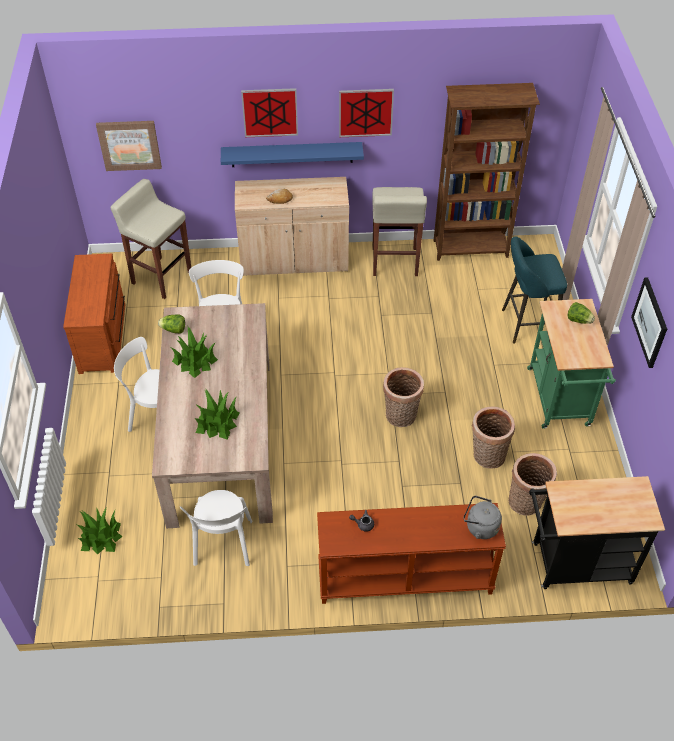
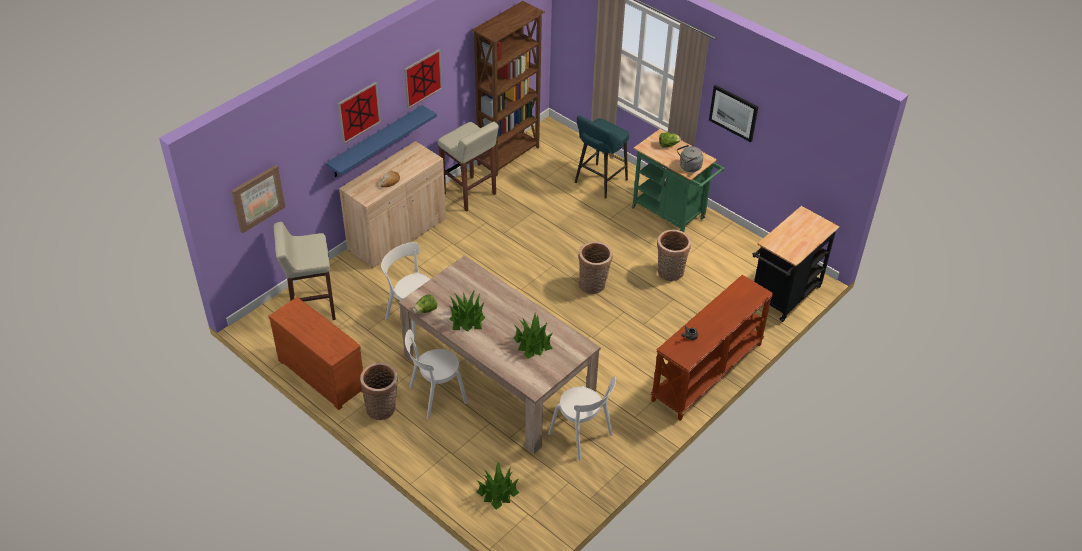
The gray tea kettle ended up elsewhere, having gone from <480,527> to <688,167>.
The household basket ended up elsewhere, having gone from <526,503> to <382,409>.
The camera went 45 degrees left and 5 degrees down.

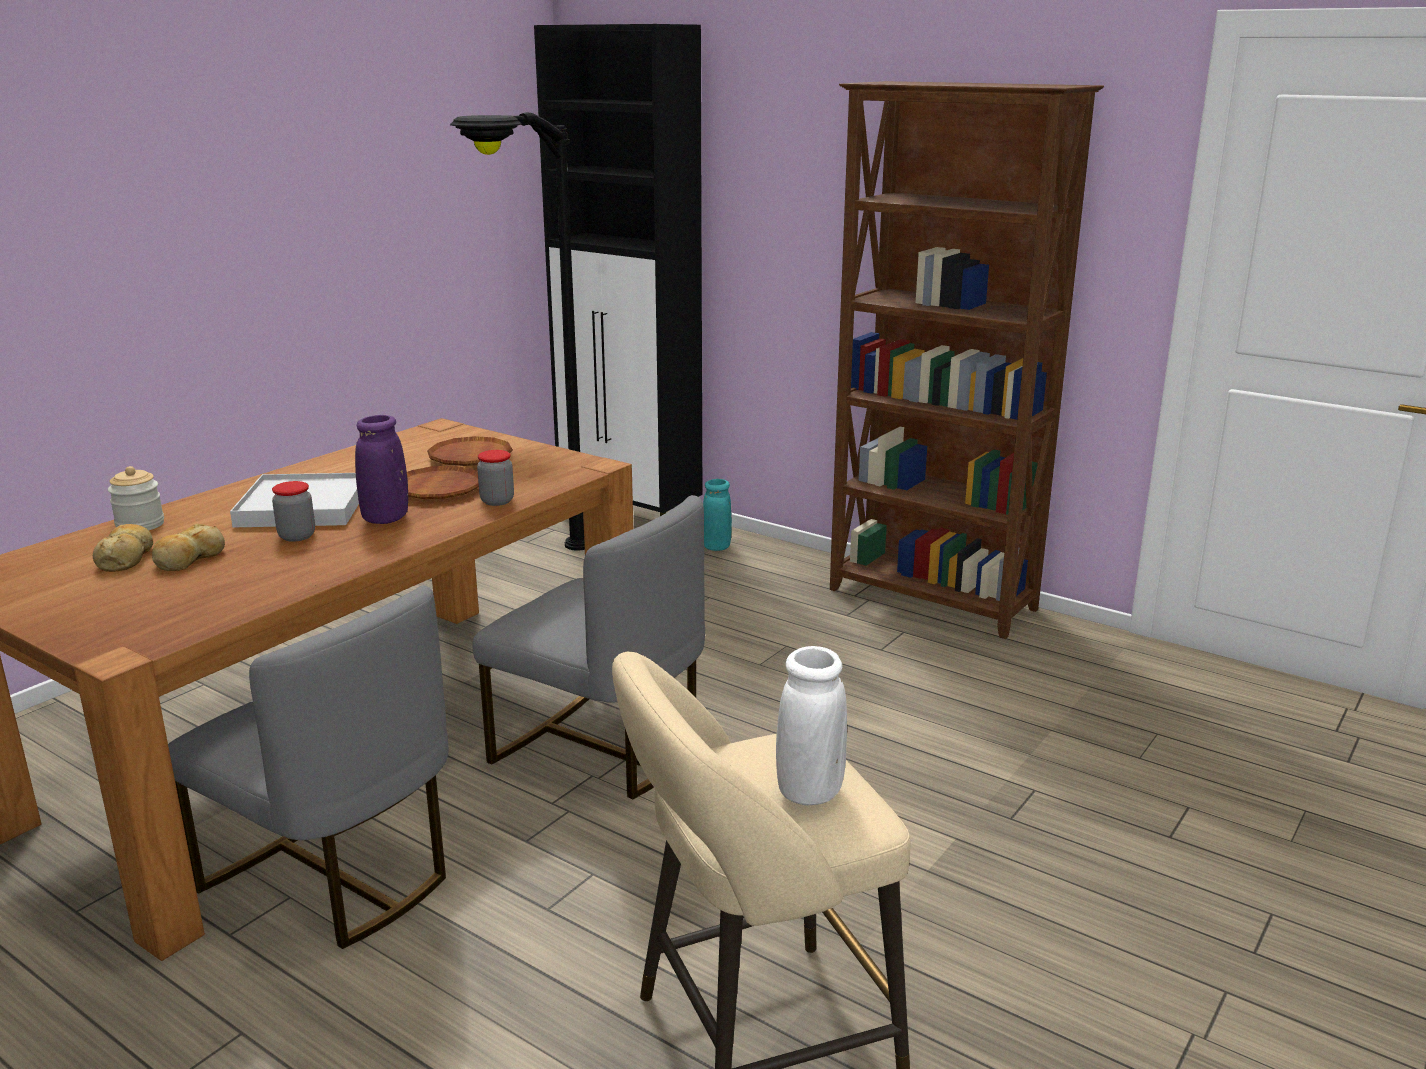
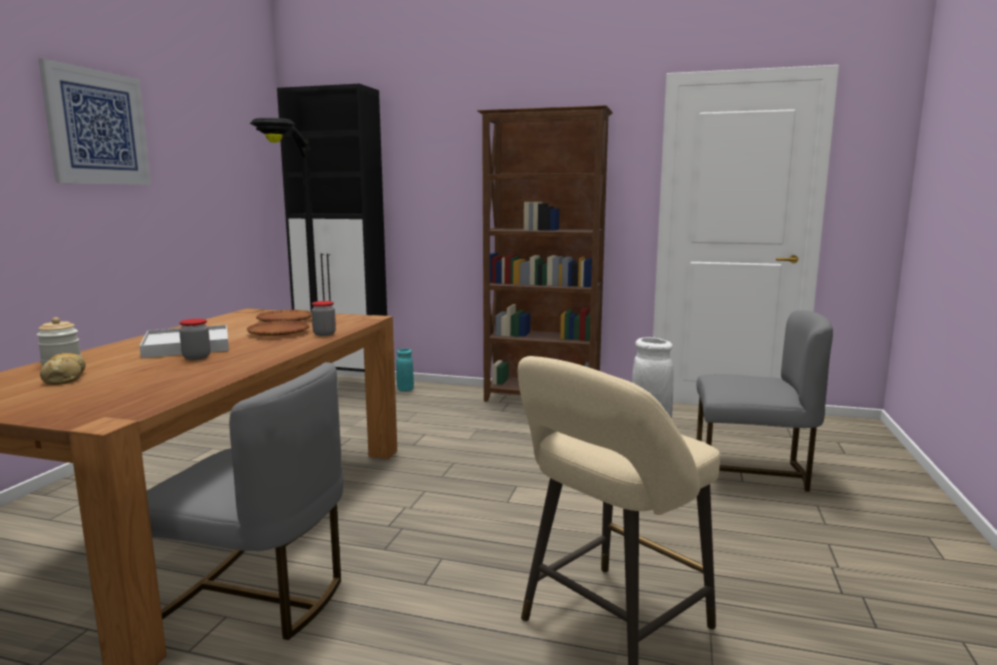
The second view lost the bread at <188,559>.
The second view lost the purple flower vase at <385,519>.
The gray upright chair ended up elsewhere, having gone from <601,750> to <750,473>.
The second view gained the wall picture at <98,127>.
The camera went 20 degrees left and 10 degrees down.

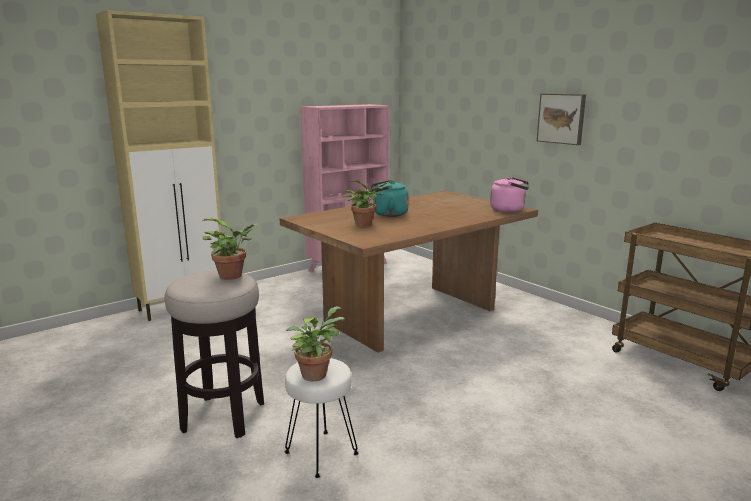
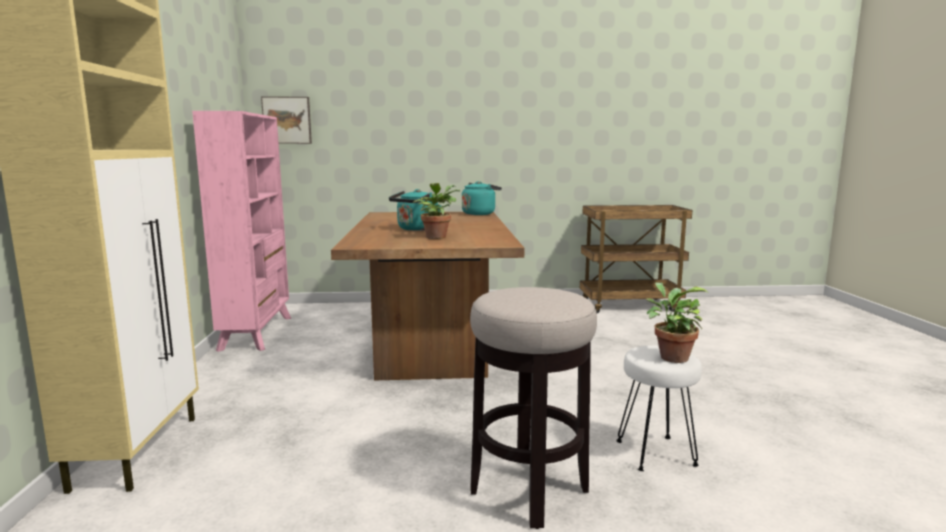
The second view lost the plant in a pot at <233,276>.
What was the pinkish tea kettle at <509,210> turned into the turquoise-coloured tea kettle at <480,214>.
The wall picture ended up elsewhere, having gone from <562,118> to <287,120>.
The camera went 55 degrees left and 5 degrees down.

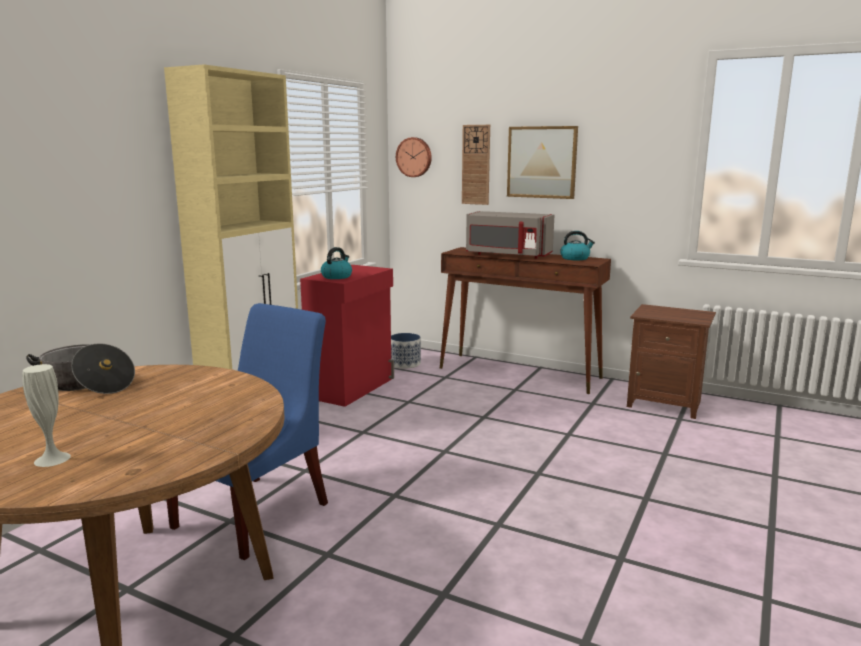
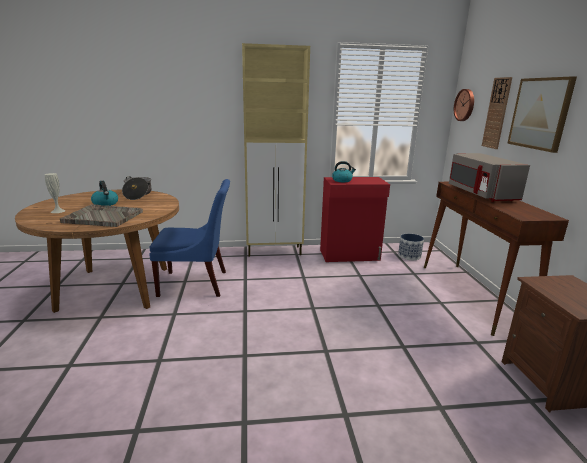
The tea kettle ended up elsewhere, having gone from <575,258> to <106,204>.
The second view gained the gray serving tray at <102,217>.
The camera went 55 degrees right and 5 degrees up.

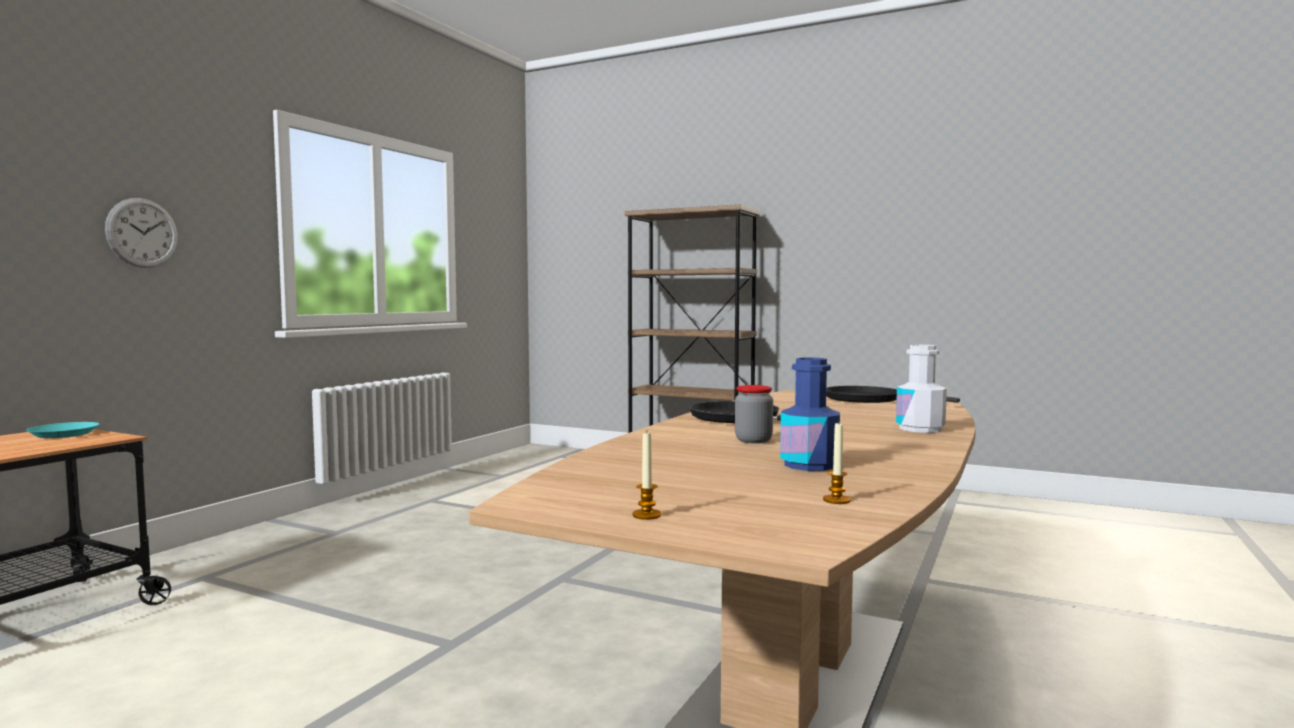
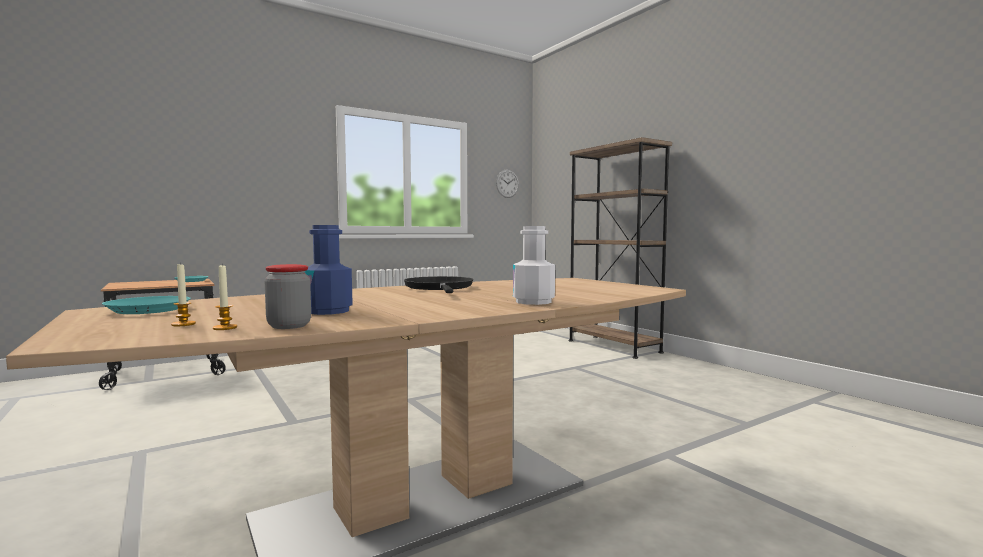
The hanging clock ended up elsewhere, having gone from <142,233> to <507,183>.
The wax light ended up elsewhere, having gone from <646,515> to <183,324>.
The storage jar ended up elsewhere, having gone from <753,440> to <289,326>.
The second view lost the black skillet at <868,400>.
The second view gained the turquoise-coloured dinner plate at <149,310>.
The camera went 30 degrees right and 0 degrees up.

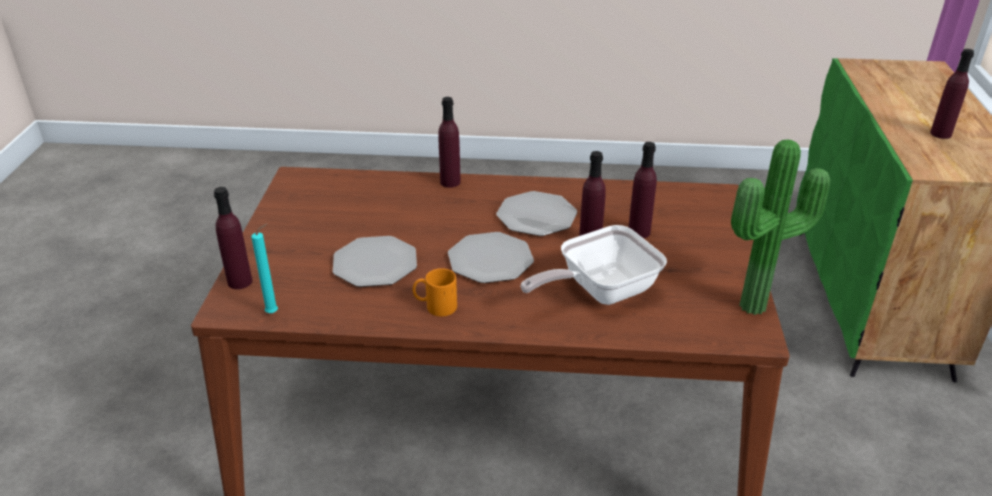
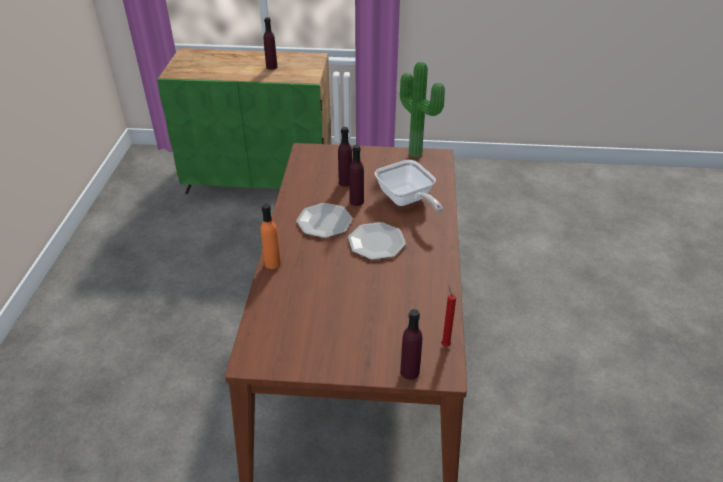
What was the turquoise-coloured wax light at <274,313> turned into the reddish wax light at <445,344>.
The second view lost the dinner plate at <375,263>.
The second view lost the orange coffee mug at <435,306>.
What was the purple drink bottle at <450,182> turned into the orange drink bottle at <272,263>.
The camera went 90 degrees left and 5 degrees up.

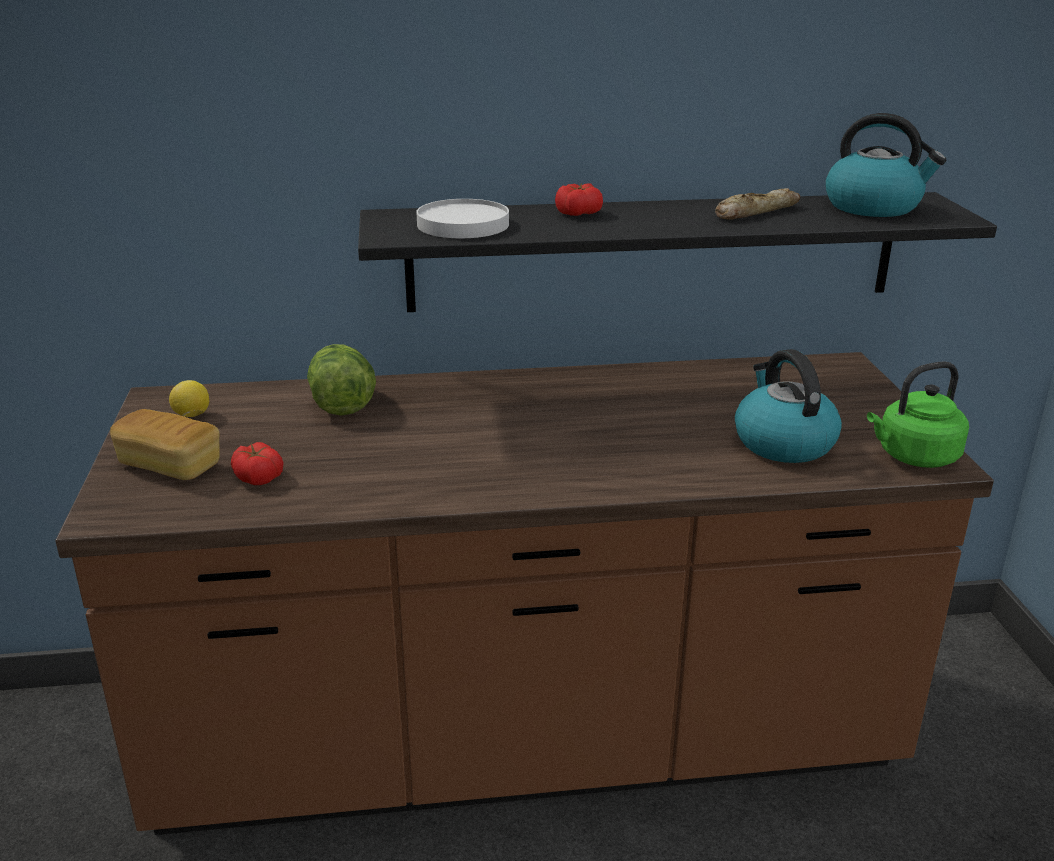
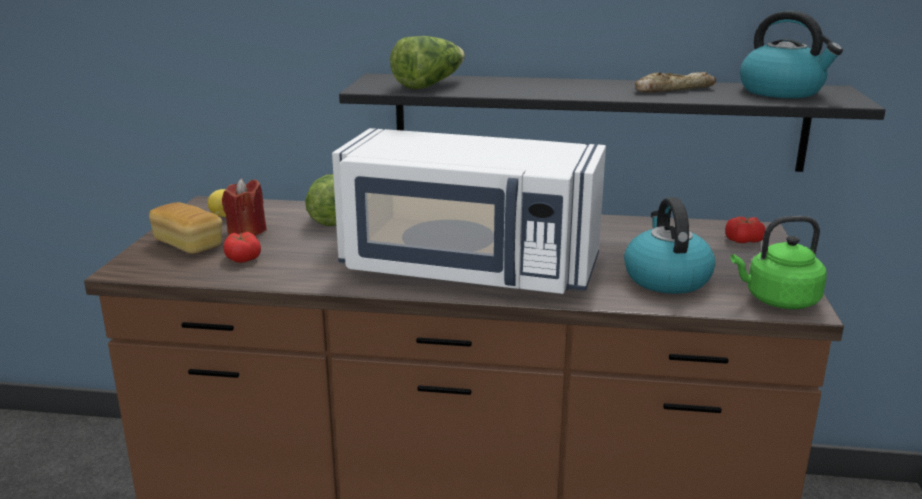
Where the white-coloured dinner plate stood at <462,225>, the head of lettuce came to stand at <429,84>.
The whole tomato ended up elsewhere, having gone from <578,213> to <743,240>.
The second view gained the reddish wax light at <246,231>.
The second view gained the white-coloured microwave at <468,270>.
The camera went 15 degrees right and 5 degrees down.

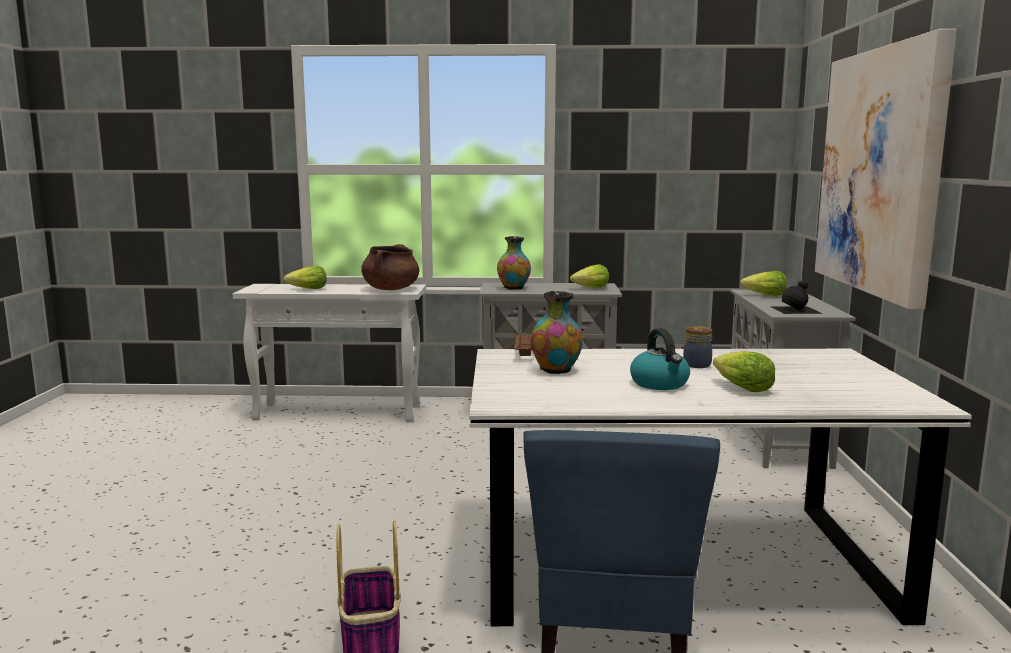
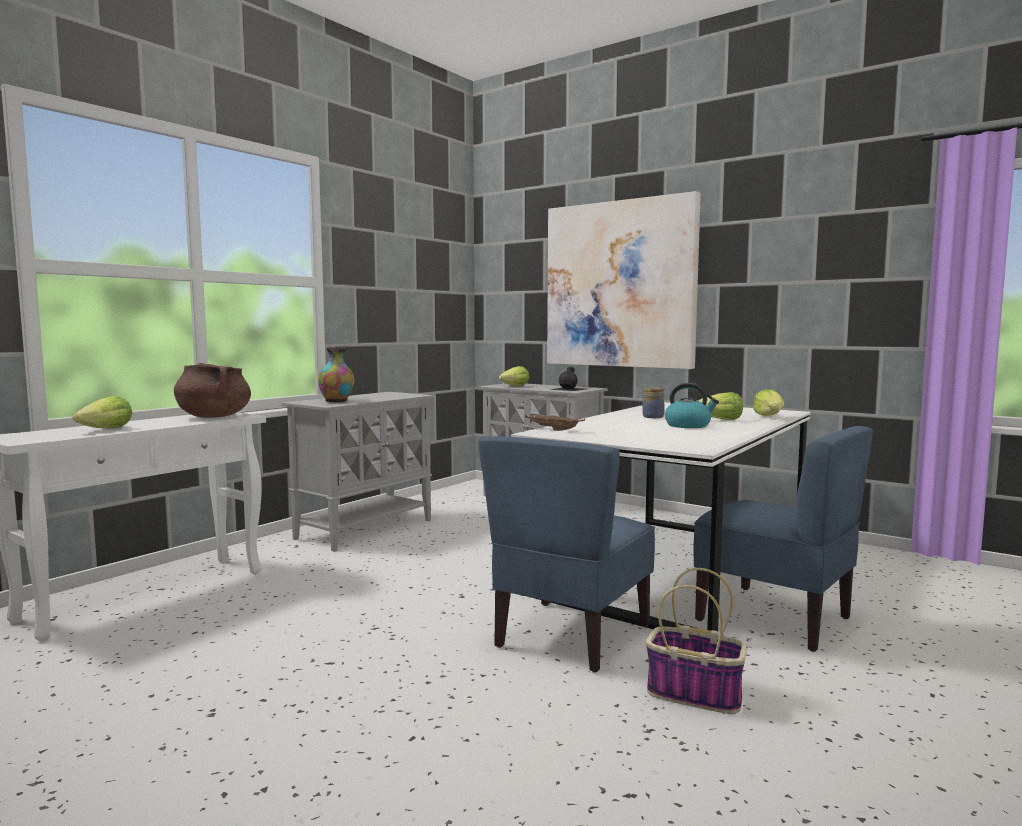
The second view lost the flower vase at <556,371>.
The head of lettuce ended up elsewhere, having gone from <591,288> to <769,416>.
The second view gained the bluish upright chair at <570,636>.
The camera went 55 degrees left and 5 degrees down.

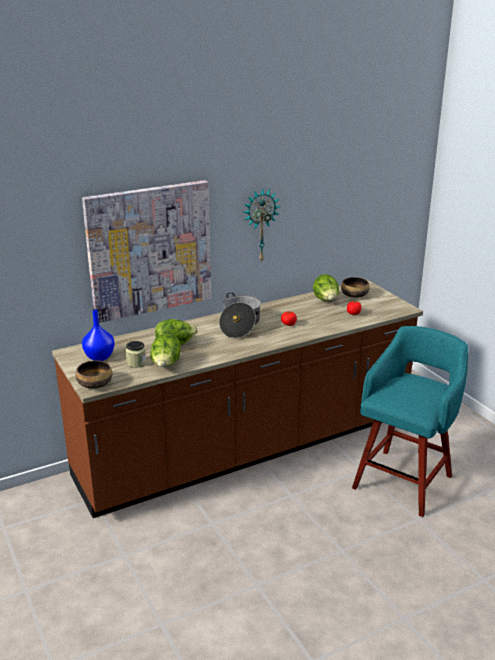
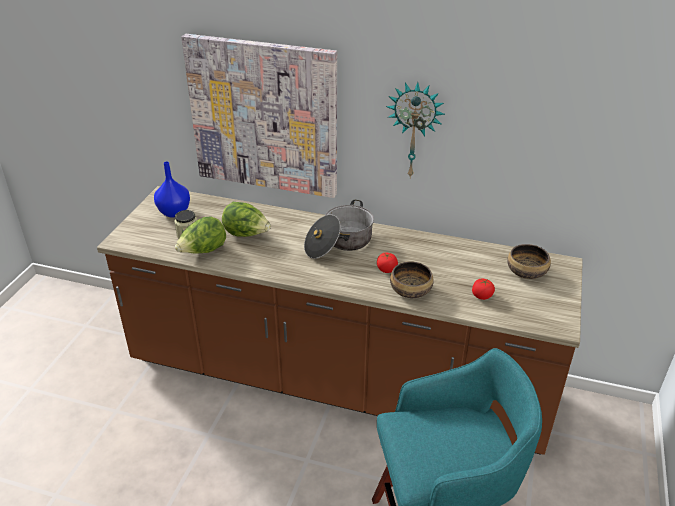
The serving bowl ended up elsewhere, having gone from <95,383> to <411,290>.
The second view lost the head of lettuce at <326,301>.
The camera went 45 degrees right and 10 degrees up.

